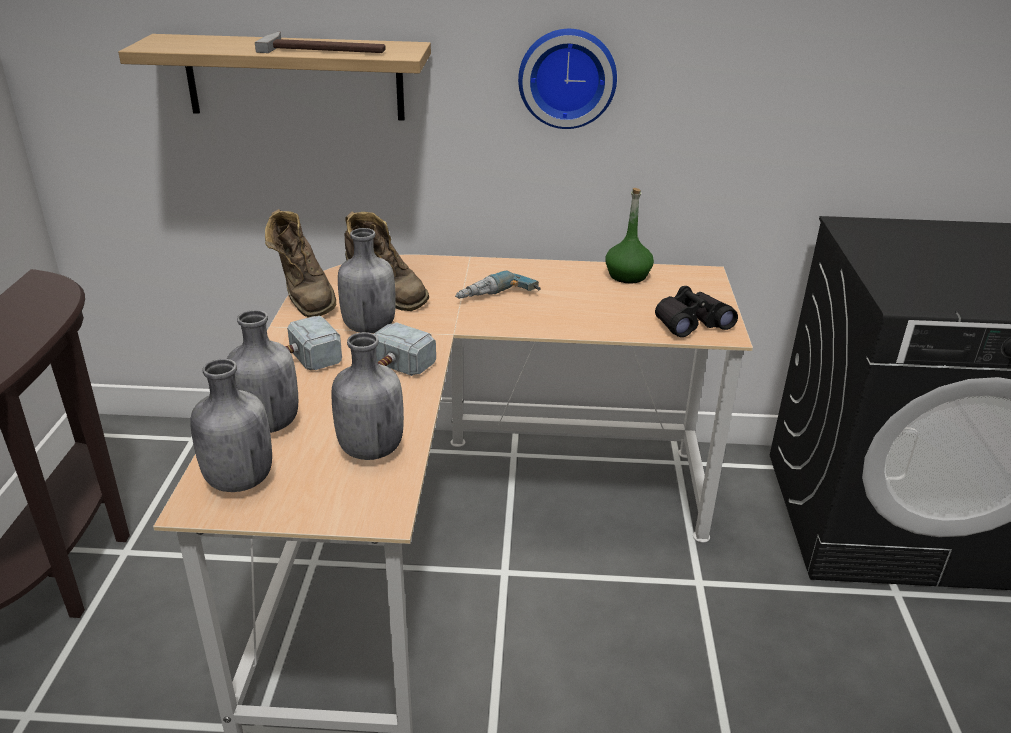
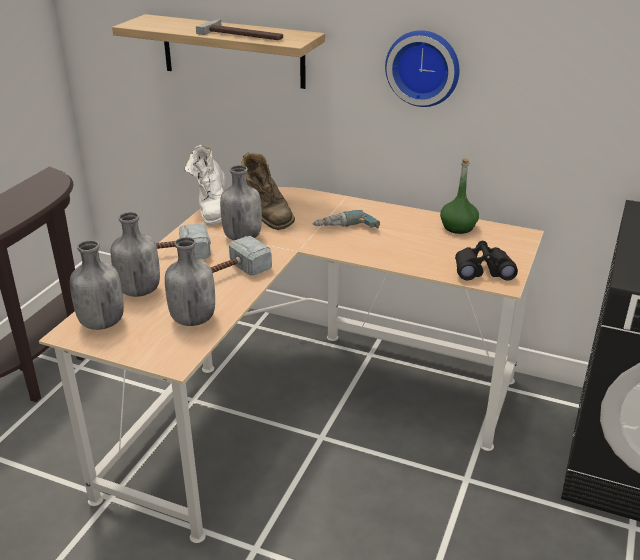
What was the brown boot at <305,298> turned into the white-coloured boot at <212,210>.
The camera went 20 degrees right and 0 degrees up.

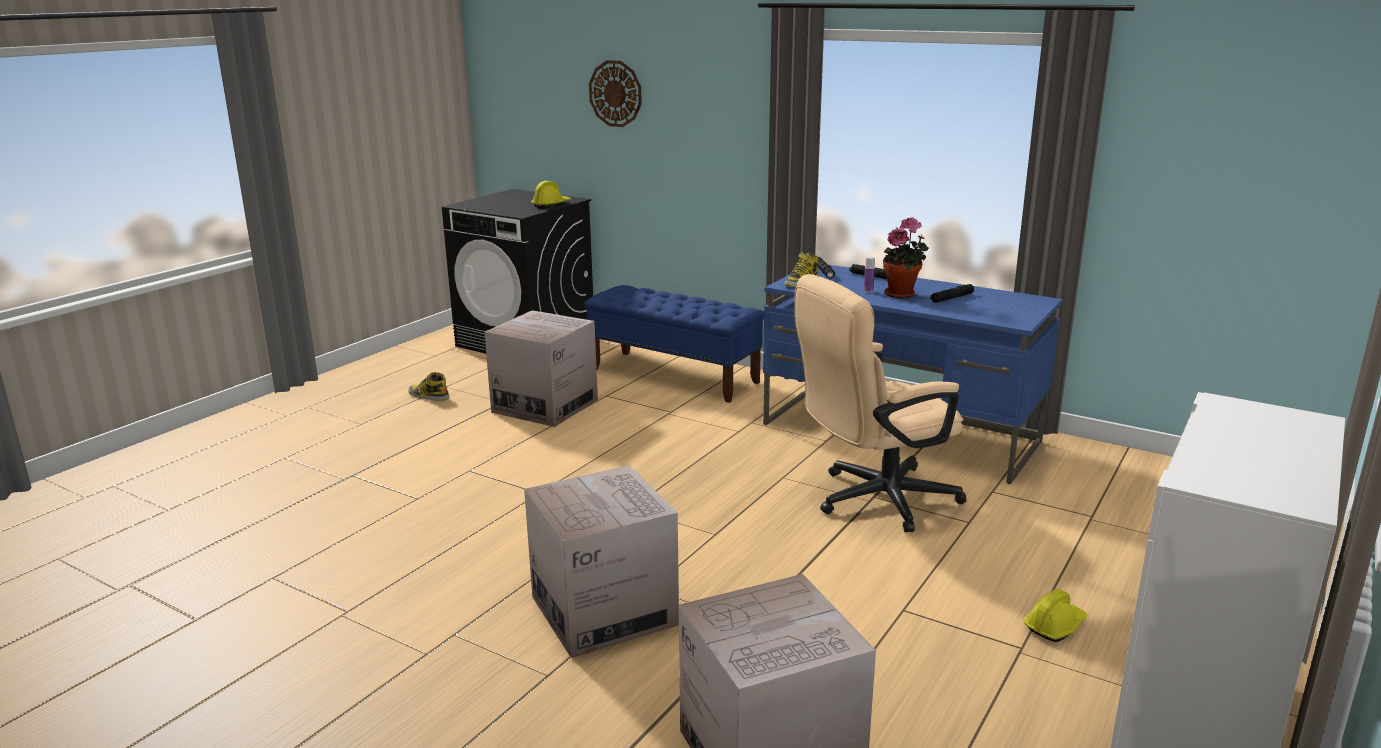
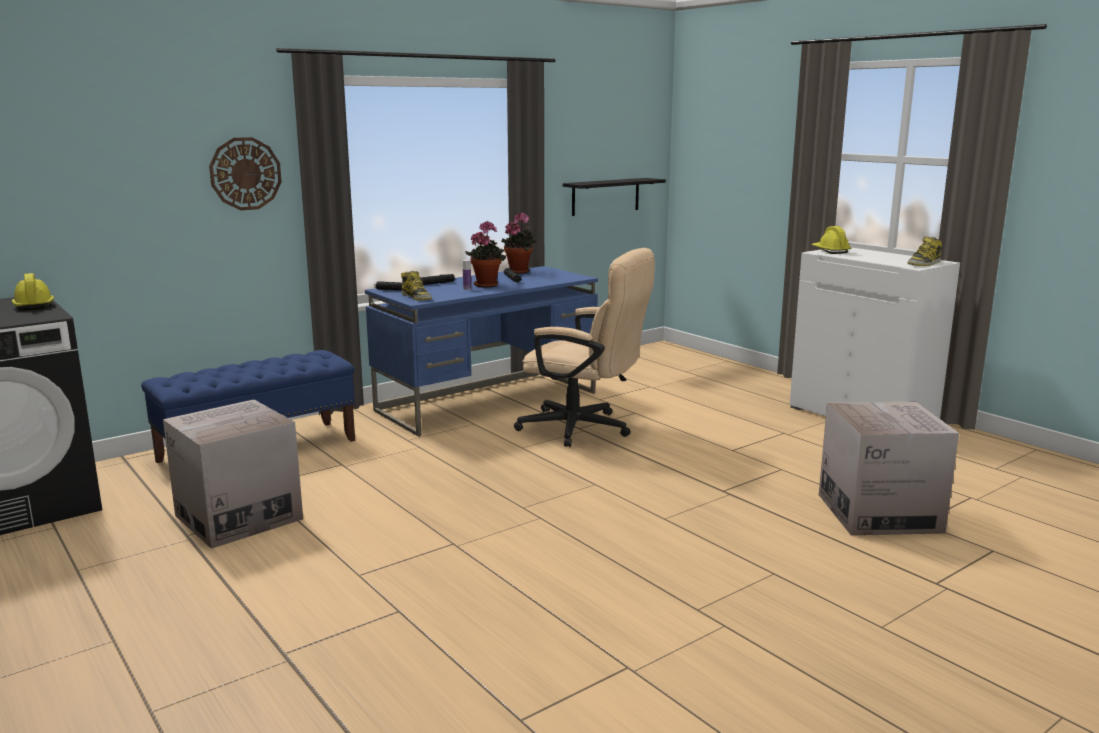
The boot ended up elsewhere, having gone from <428,396> to <924,264>.
The second view lost the carton at <604,610>.
The hanging clock ended up elsewhere, having gone from <615,93> to <245,173>.
The sand-coloured desk chair at <873,500> ended up facing another way, 60 degrees counterclockwise from before.
The yellowish safety helmet ended up elsewhere, having gone from <1054,625> to <830,251>.
The second view gained the plant in a pot at <520,271>.
The second view gained the black shelf at <605,196>.
The camera went 70 degrees left and 5 degrees down.

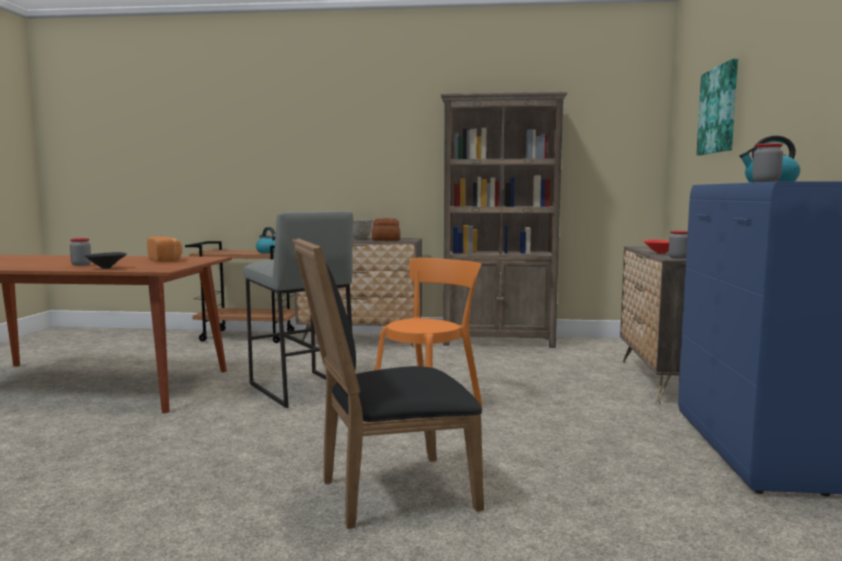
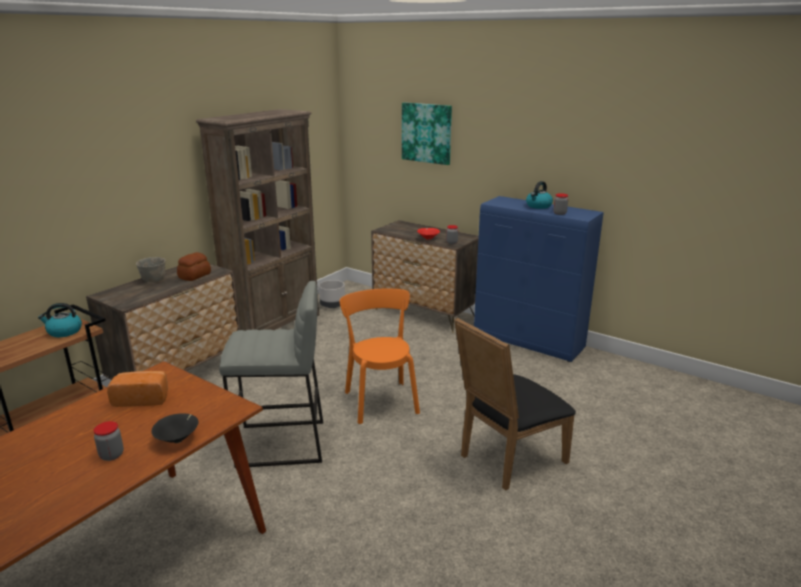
The black upright chair at <388,493> ended up facing another way, 45 degrees clockwise from before.
The second view gained the gray plant pot at <332,306>.
The camera went 60 degrees left and 15 degrees up.

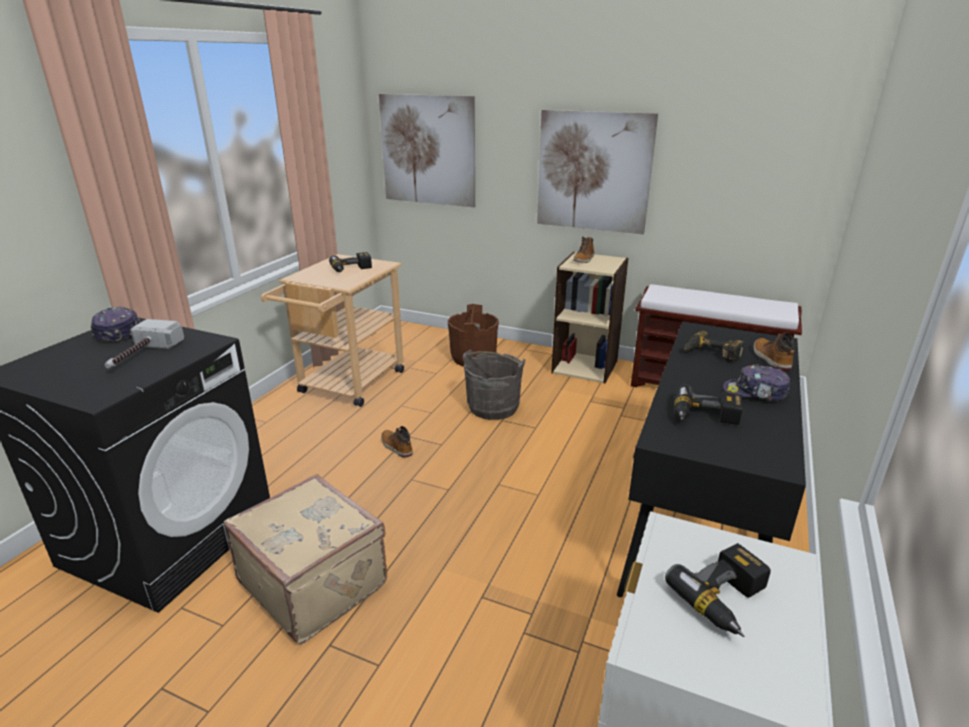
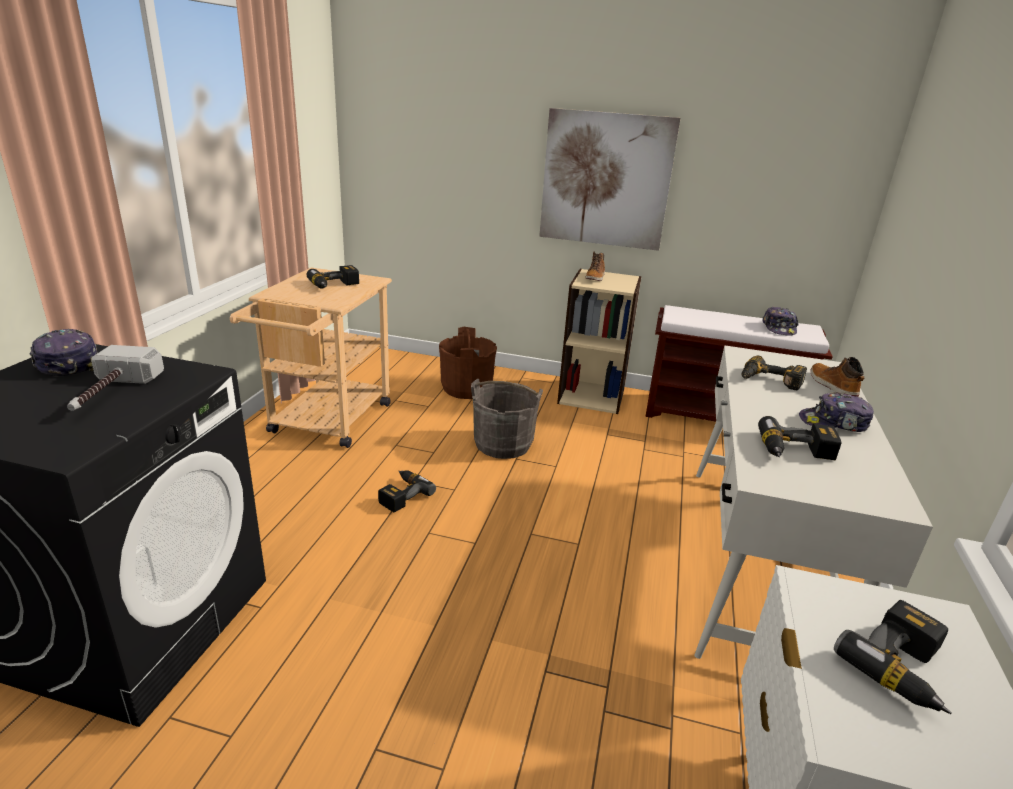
The second view lost the sand-coloured suitcase at <315,582>.
The second view lost the wall picture at <428,150>.
Where the boot stood at <396,447>, the power drill came to stand at <401,494>.
What was the black desk table at <701,519> turned into the white-coloured desk table at <758,562>.
The second view gained the baseball cap at <779,328>.
The camera went 10 degrees left and 0 degrees up.

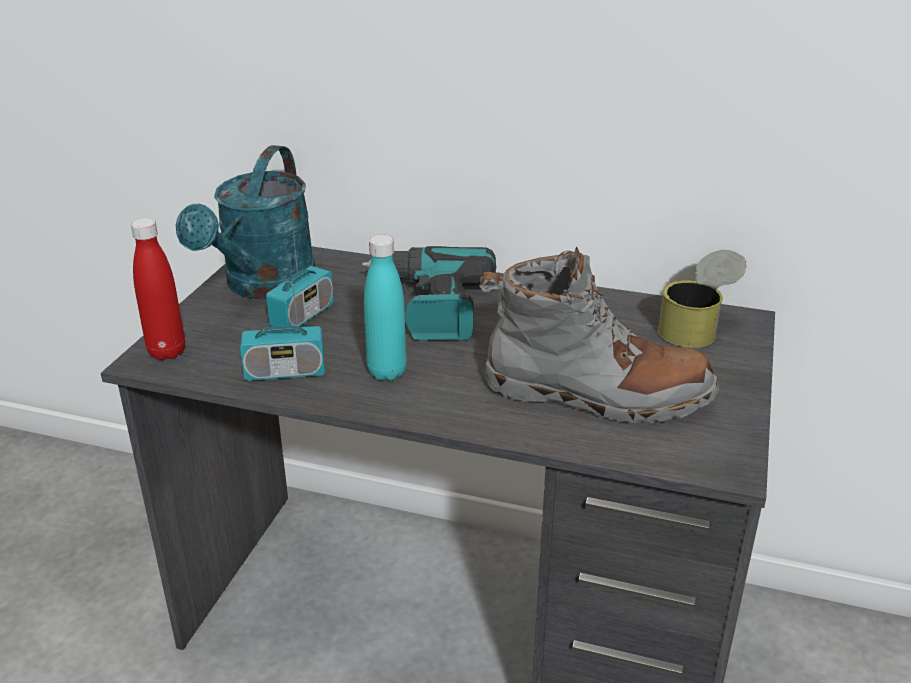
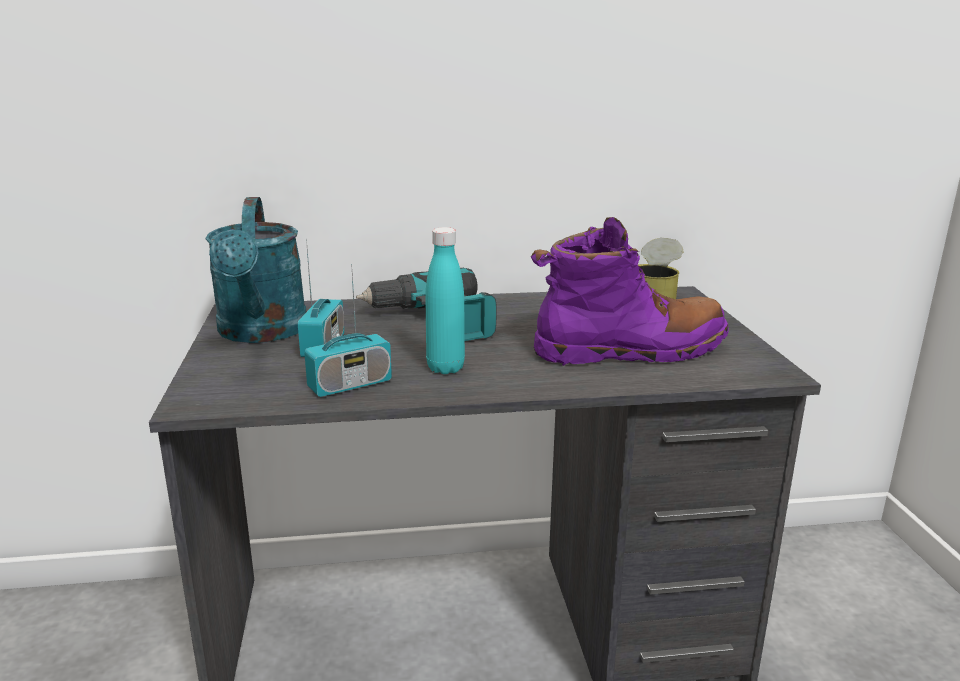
The second view lost the reddish drink bottle at <167,352>.
What was the gray boot at <596,394> turned into the purple boot at <631,350>.
The camera went 25 degrees left and 10 degrees down.

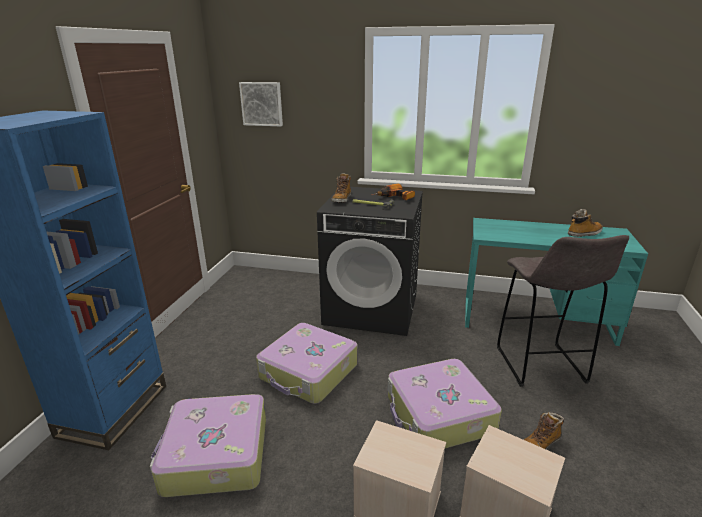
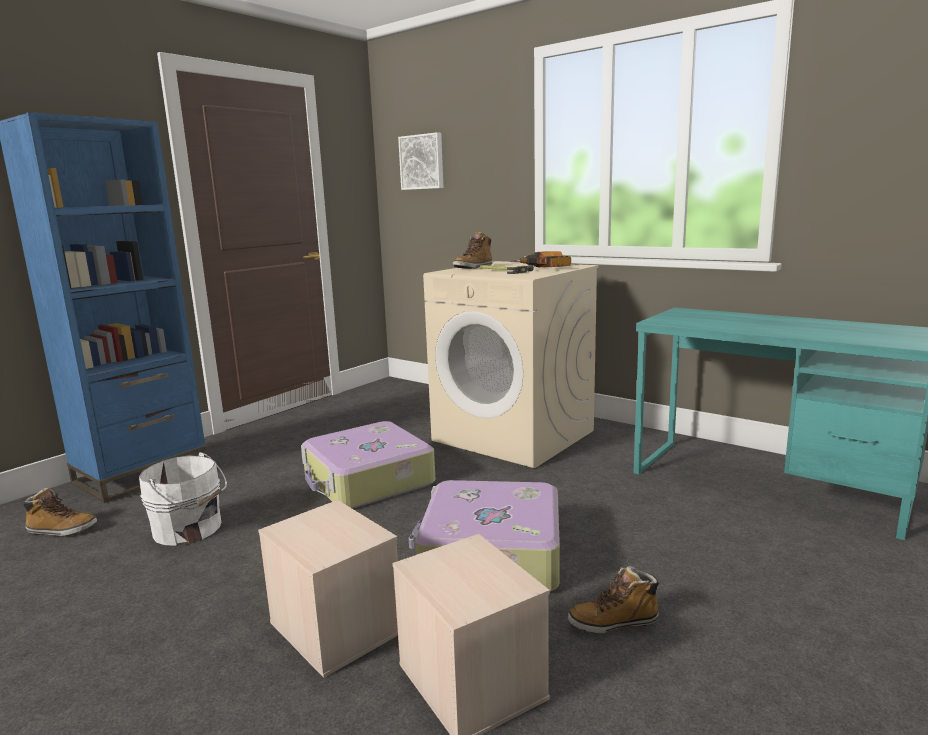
Where the suitcase stood at <215,455>, the white-coloured water bucket came to stand at <190,530>.
What was the black laundry appliance at <372,309> turned into the sand-coloured laundry appliance at <514,435>.
The second view lost the gray stool seat at <541,366>.
The boot ended up elsewhere, having gone from <584,233> to <61,530>.
The camera went 25 degrees right and 10 degrees down.

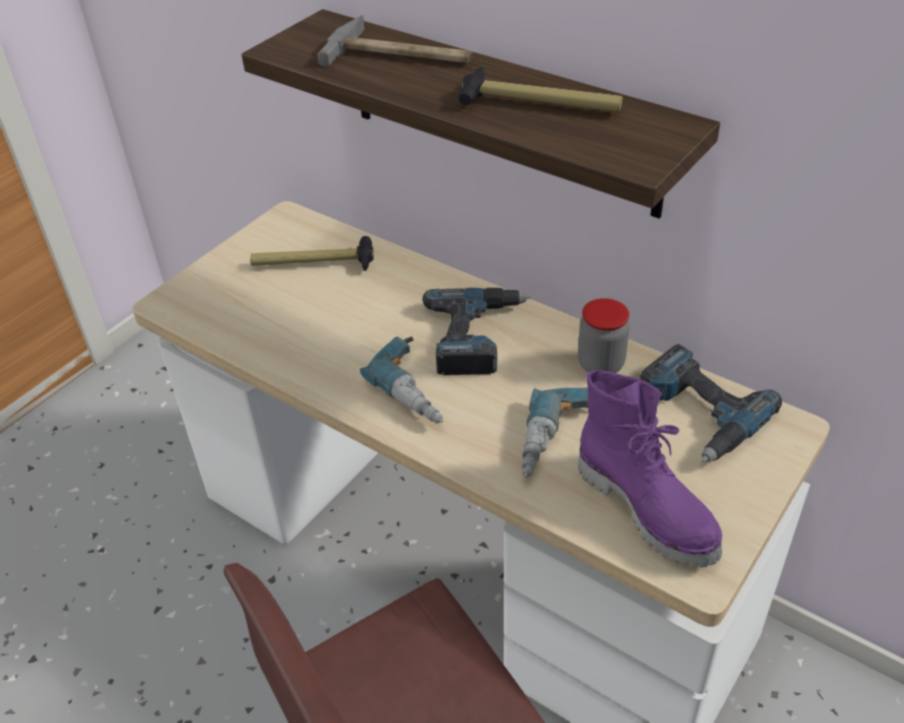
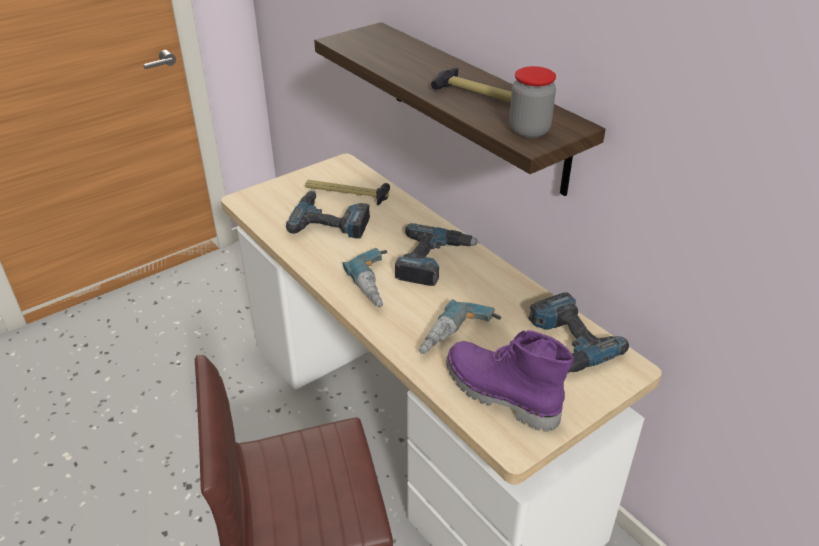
The second view lost the hand hammer at <401,54>.
The storage jar ended up elsewhere, having gone from <600,364> to <529,131>.
The purple boot at <648,508> ended up facing another way, 150 degrees clockwise from before.
The second view gained the power drill at <331,221>.
The camera went 15 degrees right and 5 degrees down.

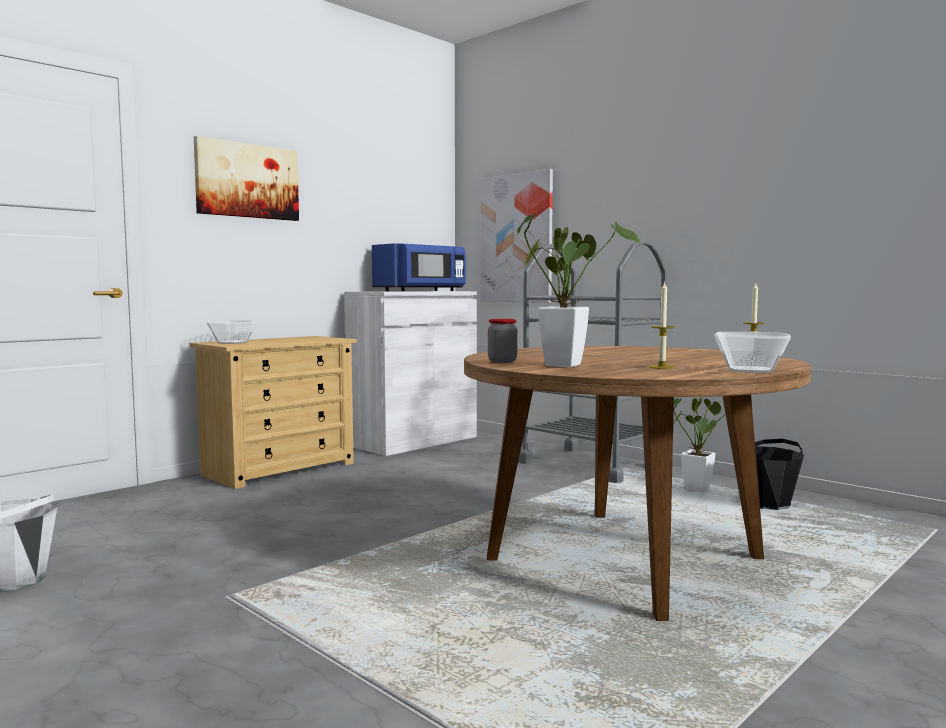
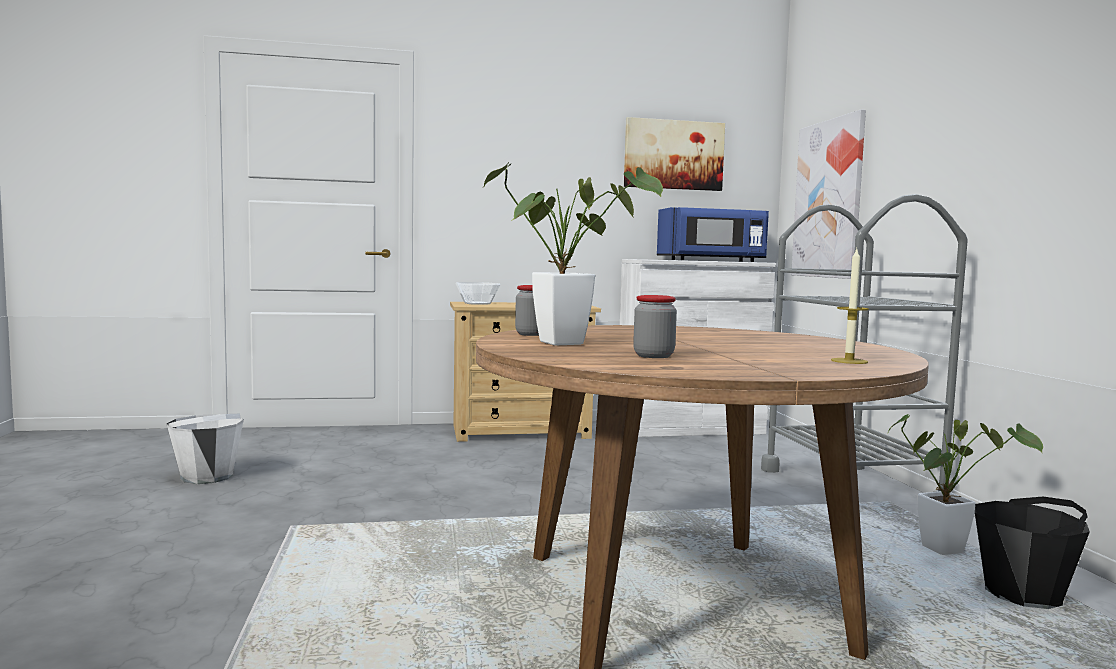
The wall picture ended up elsewhere, having gone from <247,181> to <673,155>.
Where the wax light stood at <662,367>, the storage jar came to stand at <653,356>.
The second view lost the serving bowl at <749,371>.
The camera went 35 degrees right and 0 degrees up.

